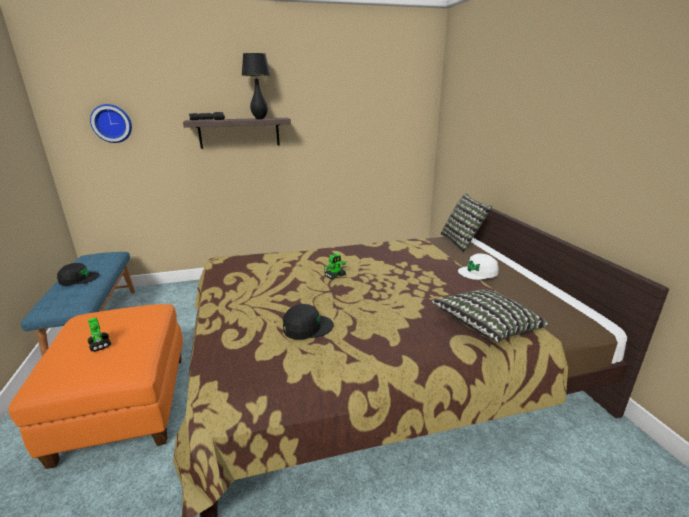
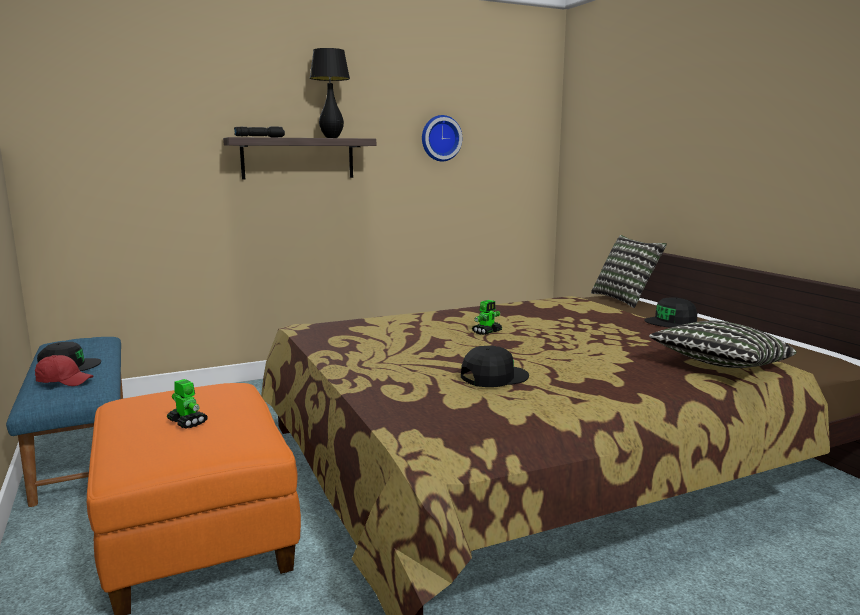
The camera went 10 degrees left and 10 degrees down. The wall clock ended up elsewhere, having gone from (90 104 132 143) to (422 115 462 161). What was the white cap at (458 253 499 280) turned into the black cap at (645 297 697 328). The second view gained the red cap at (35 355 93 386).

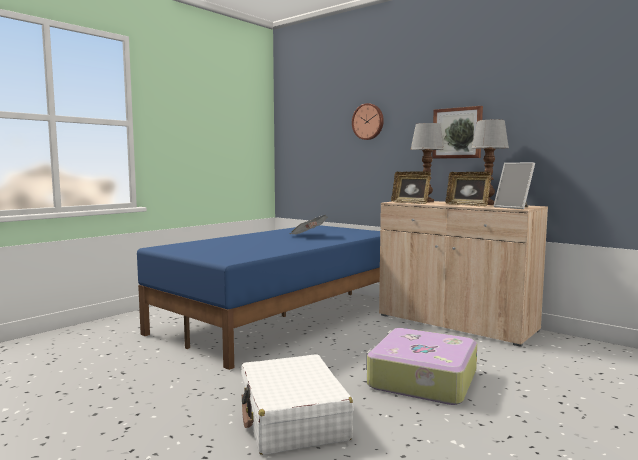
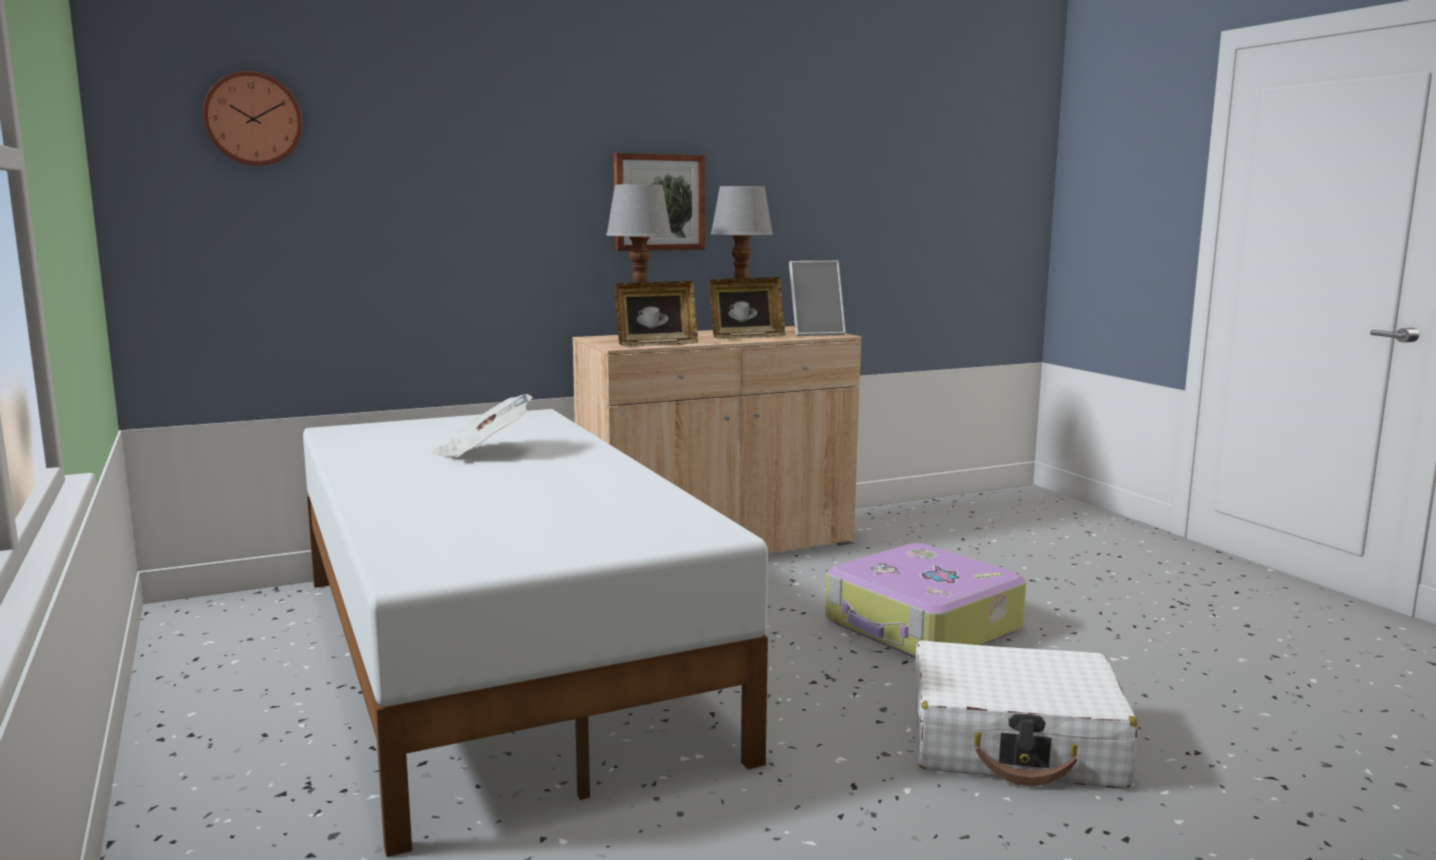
The camera went 65 degrees left and 5 degrees up. What was the blue bed at (137 225 380 370) turned into the white bed at (303 409 768 857). The wall clock ended up elsewhere, having gone from (352 103 384 140) to (203 71 302 166).

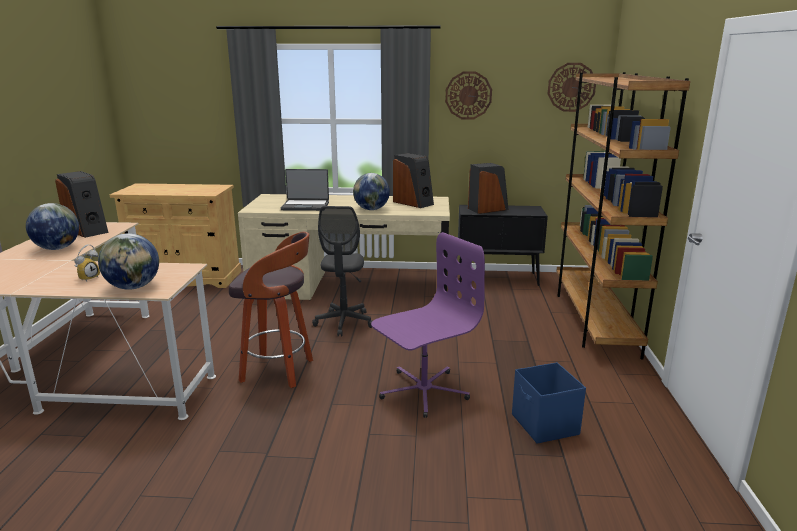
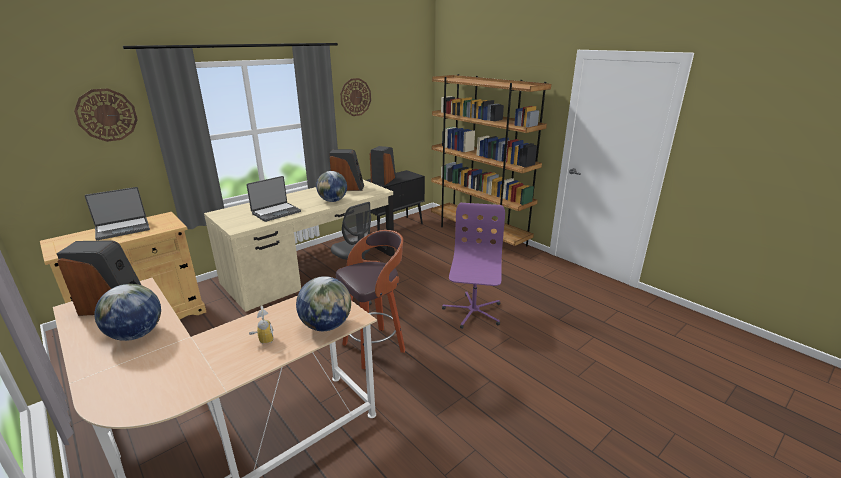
The camera went 45 degrees left and 5 degrees up. The second view lost the blue storage box at (512 362 586 444). The wall clock ended up elsewhere, having gone from (548 63 596 112) to (74 88 138 142). The second view gained the laptop at (85 187 150 240).

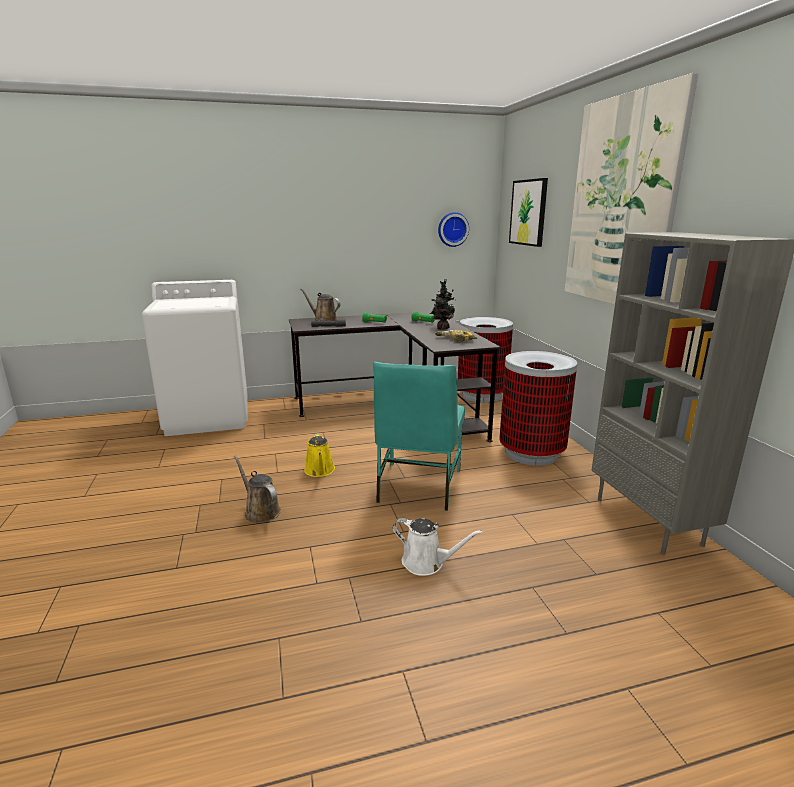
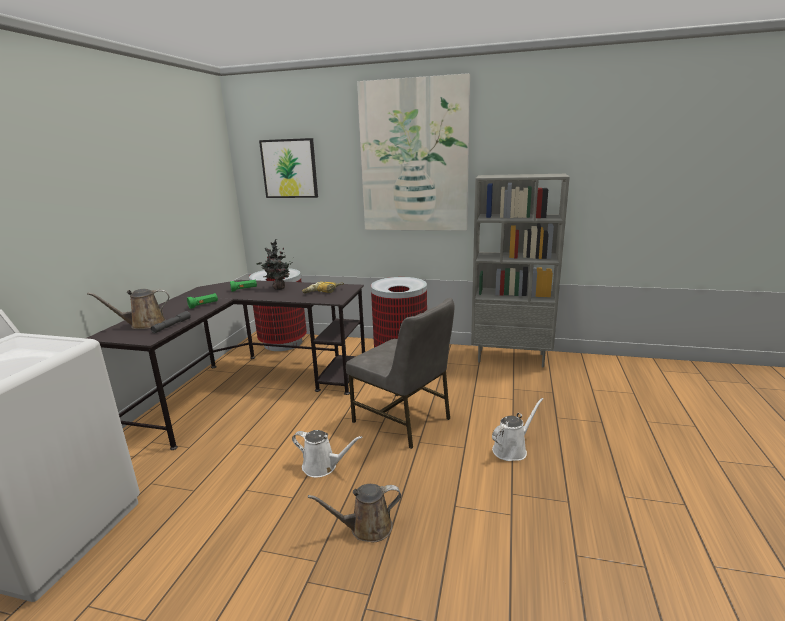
The camera went 60 degrees left and 0 degrees up. What was the yellow watering can at (304 433 335 477) turned into the white watering can at (292 430 362 478). What was the turquoise chair at (373 362 465 511) turned into the grey chair at (346 298 455 449). The second view lost the wall clock at (438 212 469 247).

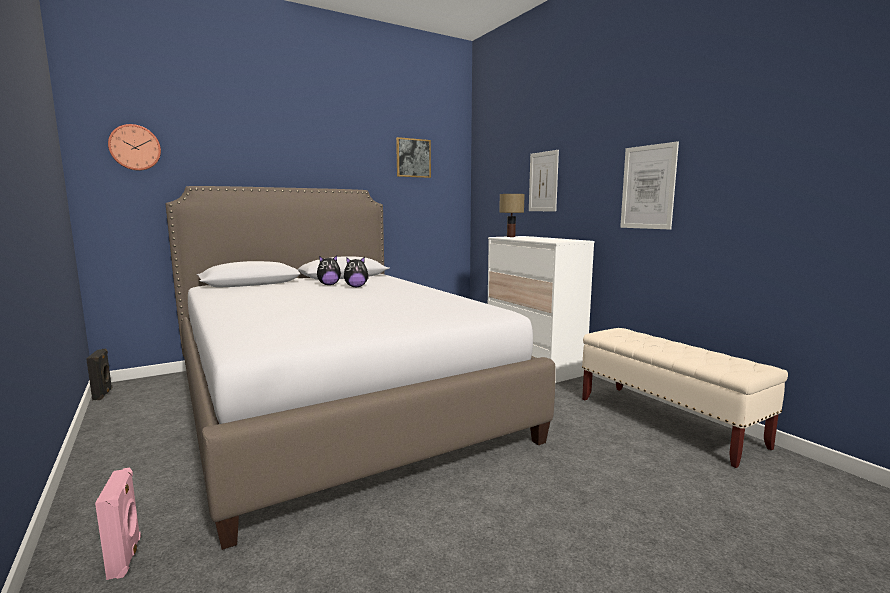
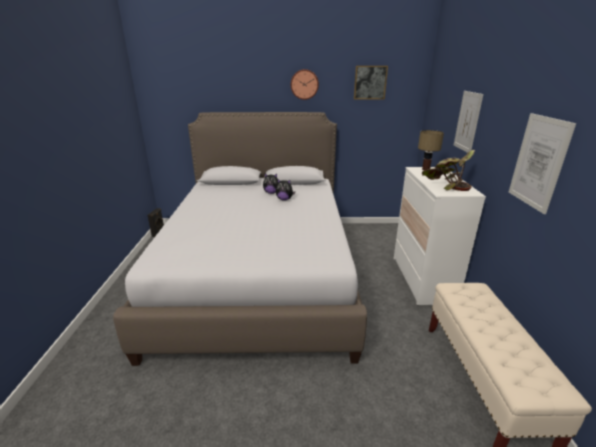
The camera went 30 degrees right and 15 degrees up. The second view lost the pink speaker at (95 468 141 580). The wall clock ended up elsewhere, having gone from (108 124 161 171) to (291 69 319 100). The second view gained the potted plant at (422 150 475 191).

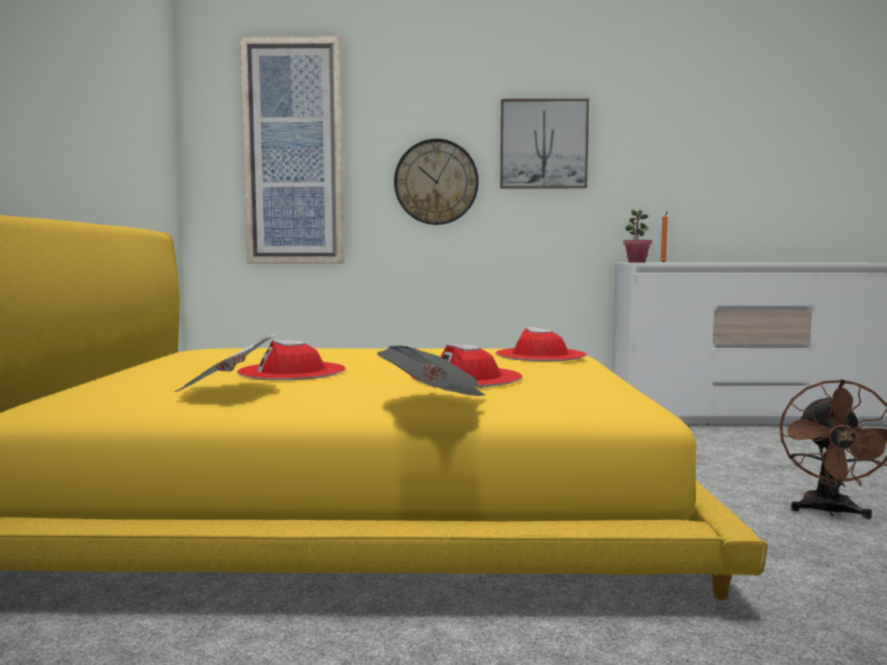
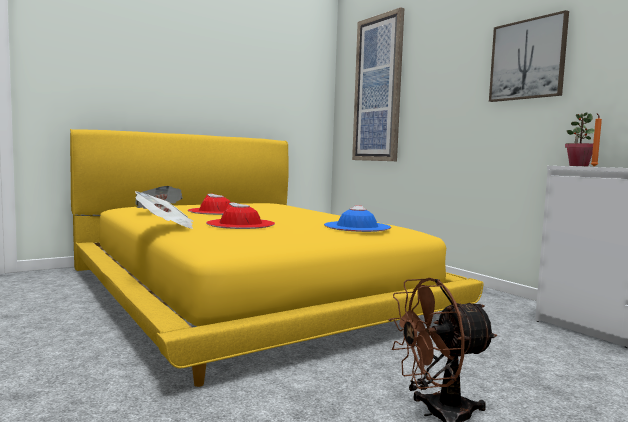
The camera went 55 degrees right and 0 degrees up. The second view lost the wall clock at (394 139 479 225). What was the red hat at (496 326 586 361) turned into the blue hat at (324 205 391 232).

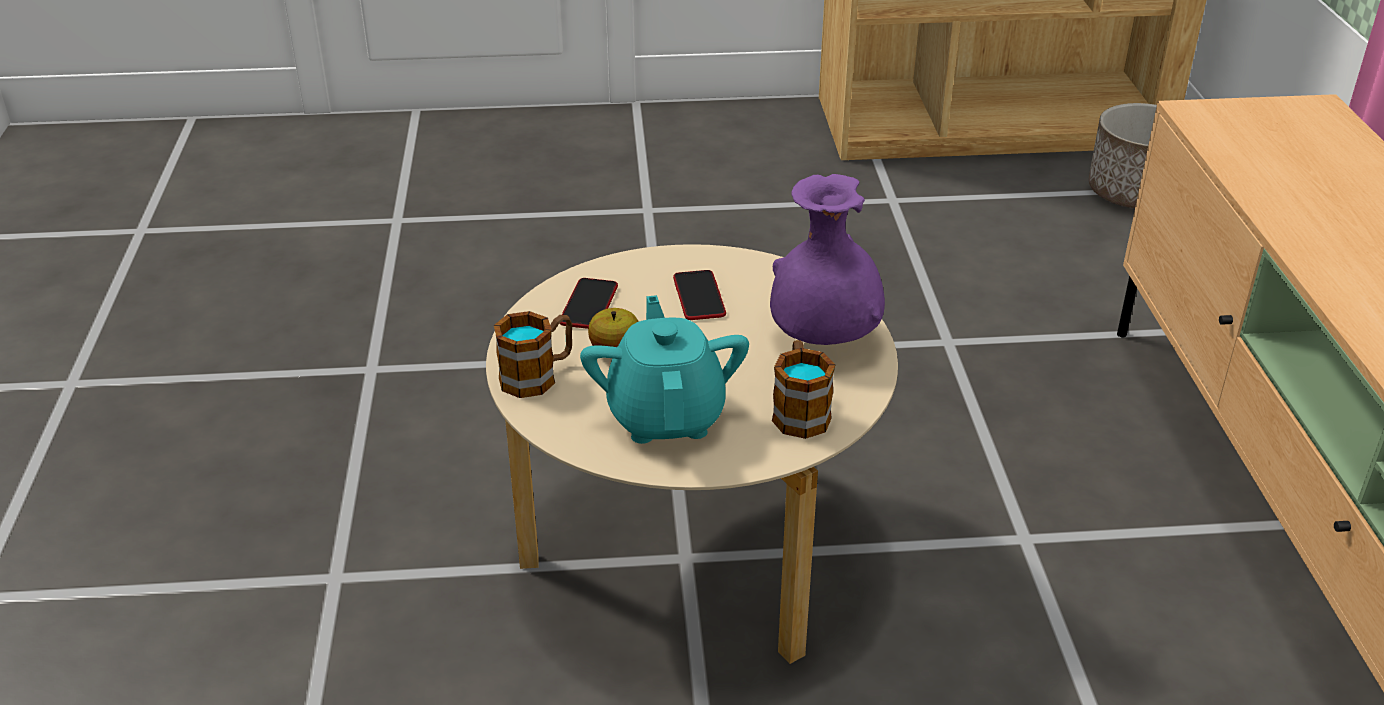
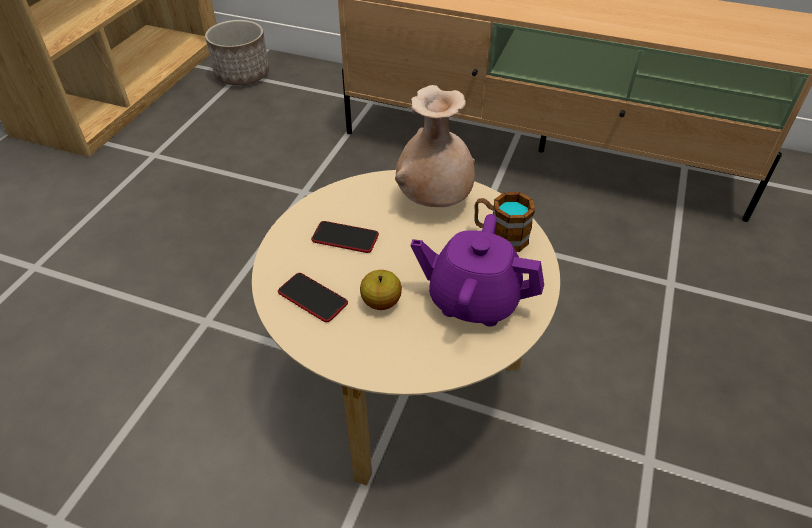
The camera went 65 degrees left and 10 degrees up. The second view lost the mug at (494 311 572 398). What was the turquoise teapot at (580 295 749 444) turned into the purple teapot at (411 214 544 327). What was the purple vase at (770 174 885 345) turned into the beige vase at (395 85 475 207).

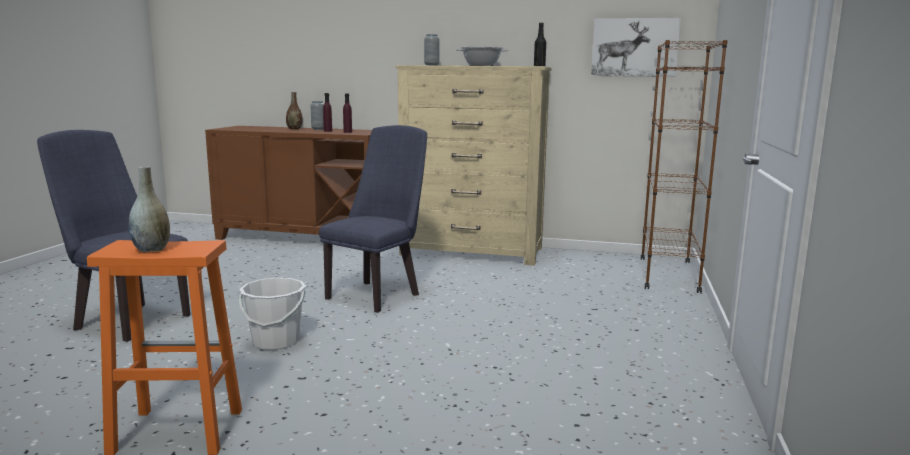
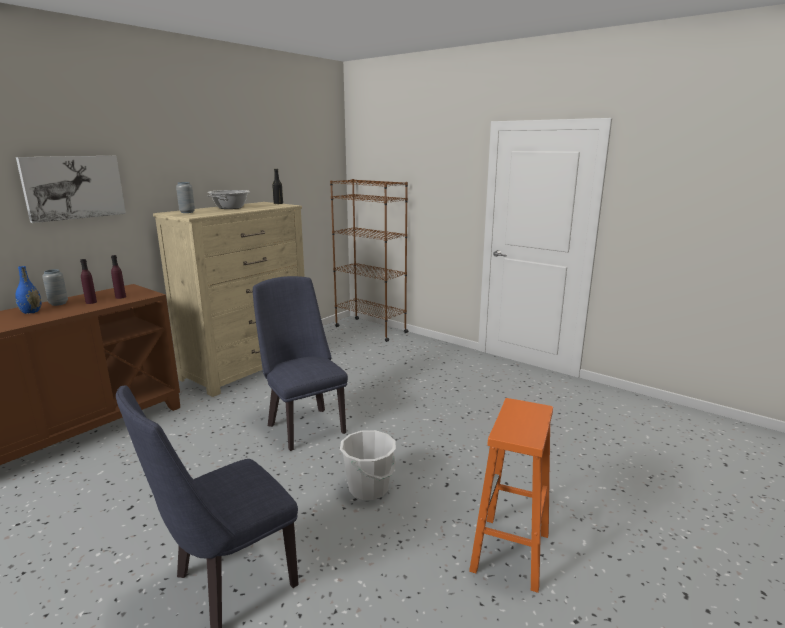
The camera went 65 degrees left and 5 degrees up. The second view lost the grey vase at (129 166 170 252). What was the brown vase at (286 92 303 130) turned into the blue vase at (15 266 42 314). The picture ended up elsewhere, having gone from (591 18 681 77) to (16 156 126 223).

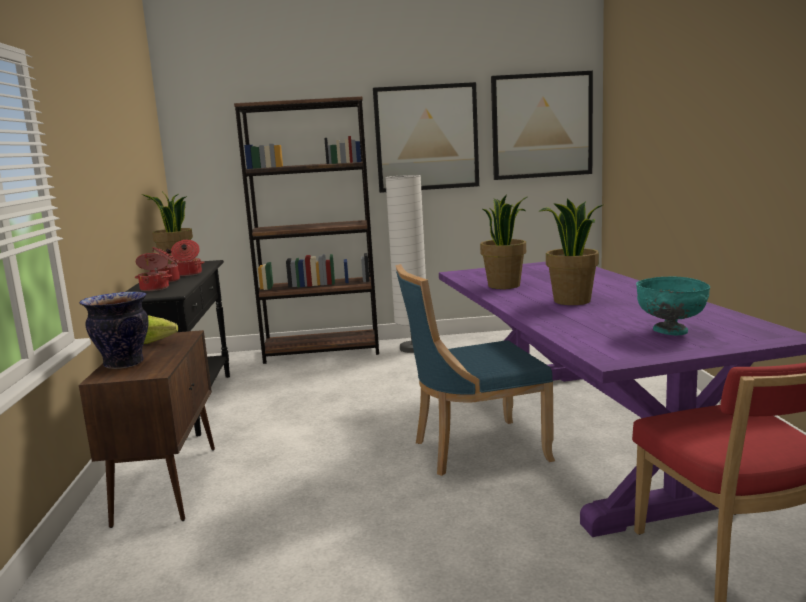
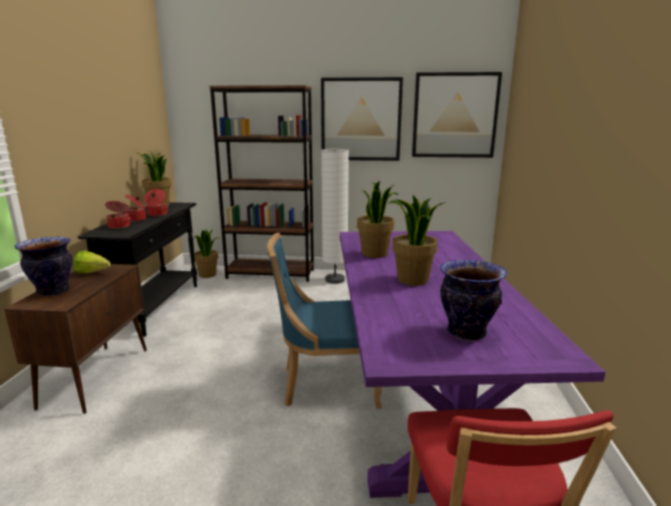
The camera went 10 degrees right and 5 degrees up. Where the turquoise bowl stood at (636 277 710 335), the vase came to stand at (440 260 507 341). The second view gained the potted plant at (194 230 220 278).

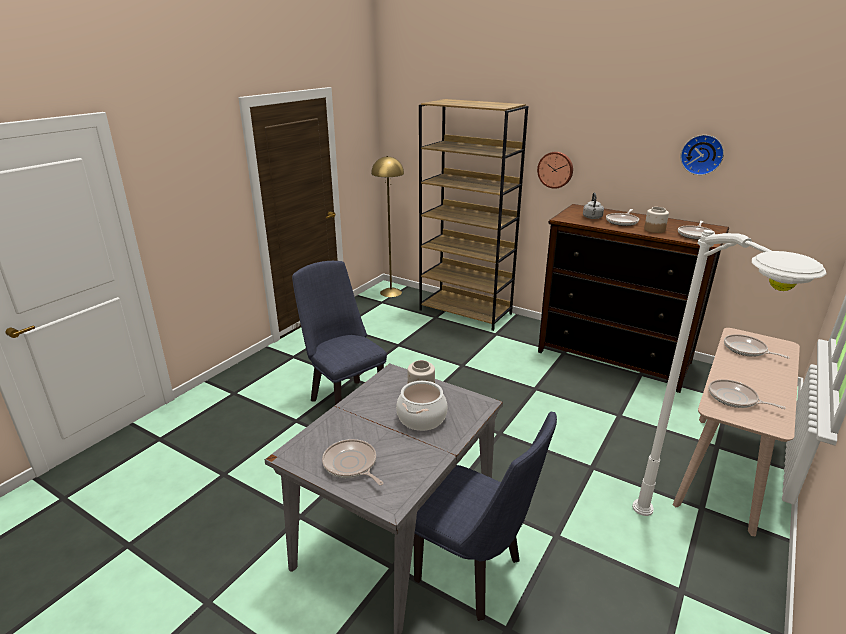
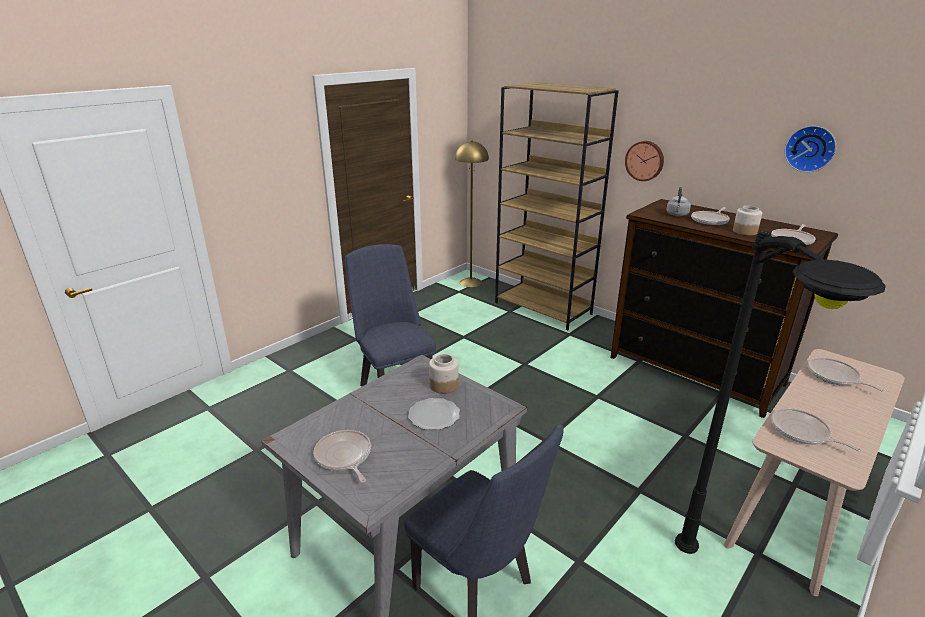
The camera went 10 degrees right and 0 degrees up. Where the cooking pot stood at (396 381 447 431), the plate came to stand at (408 398 460 430). What was the white floor lamp at (632 230 826 516) turned into the black floor lamp at (675 231 886 554).

